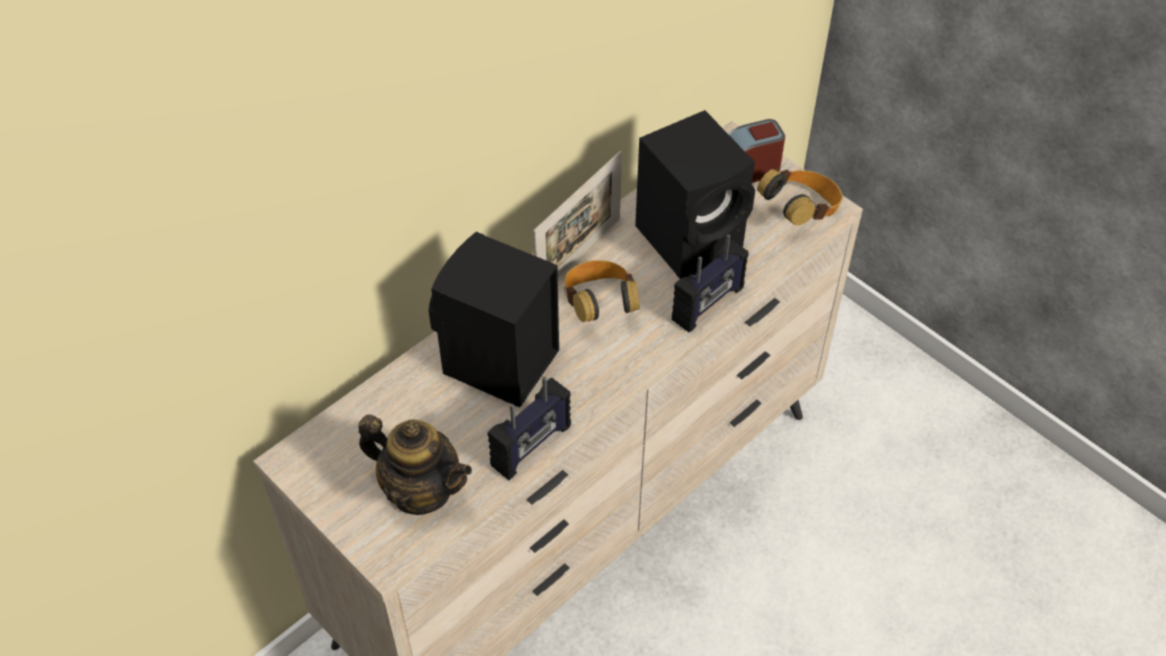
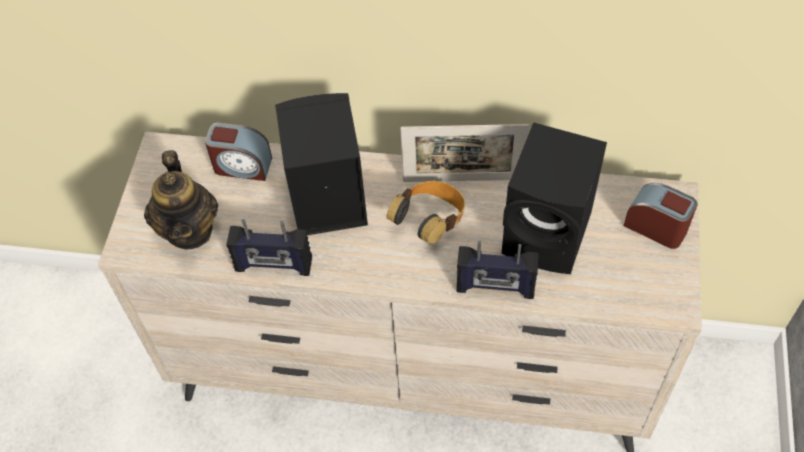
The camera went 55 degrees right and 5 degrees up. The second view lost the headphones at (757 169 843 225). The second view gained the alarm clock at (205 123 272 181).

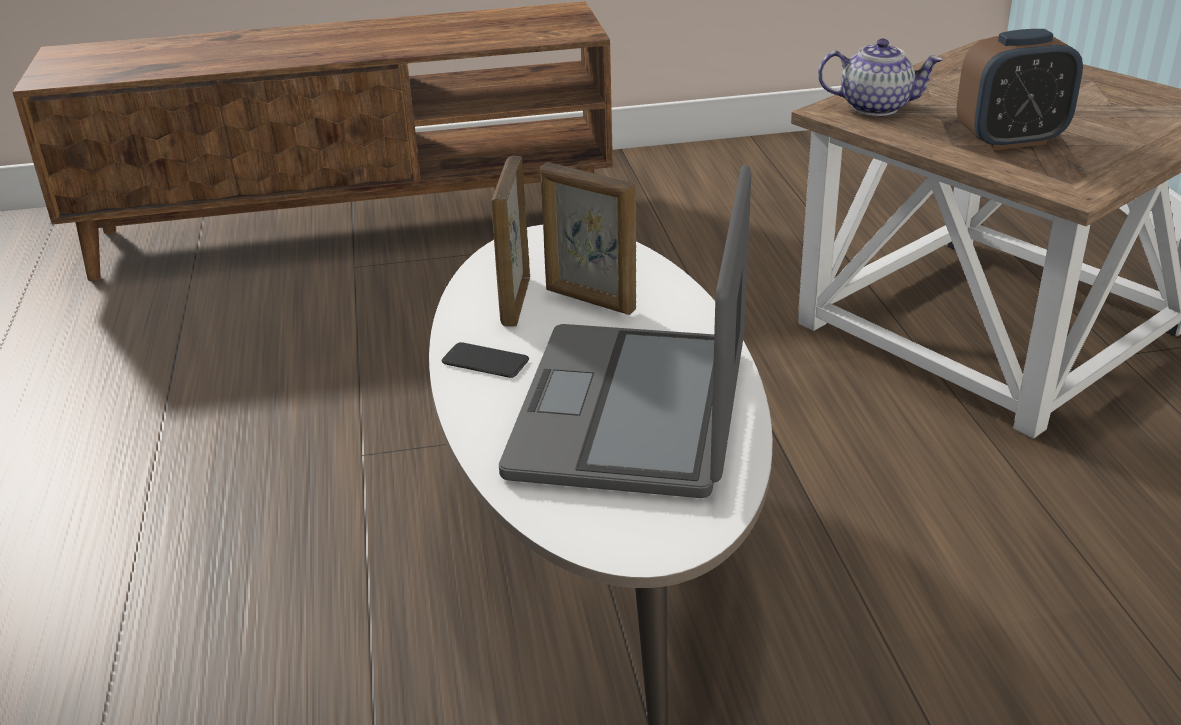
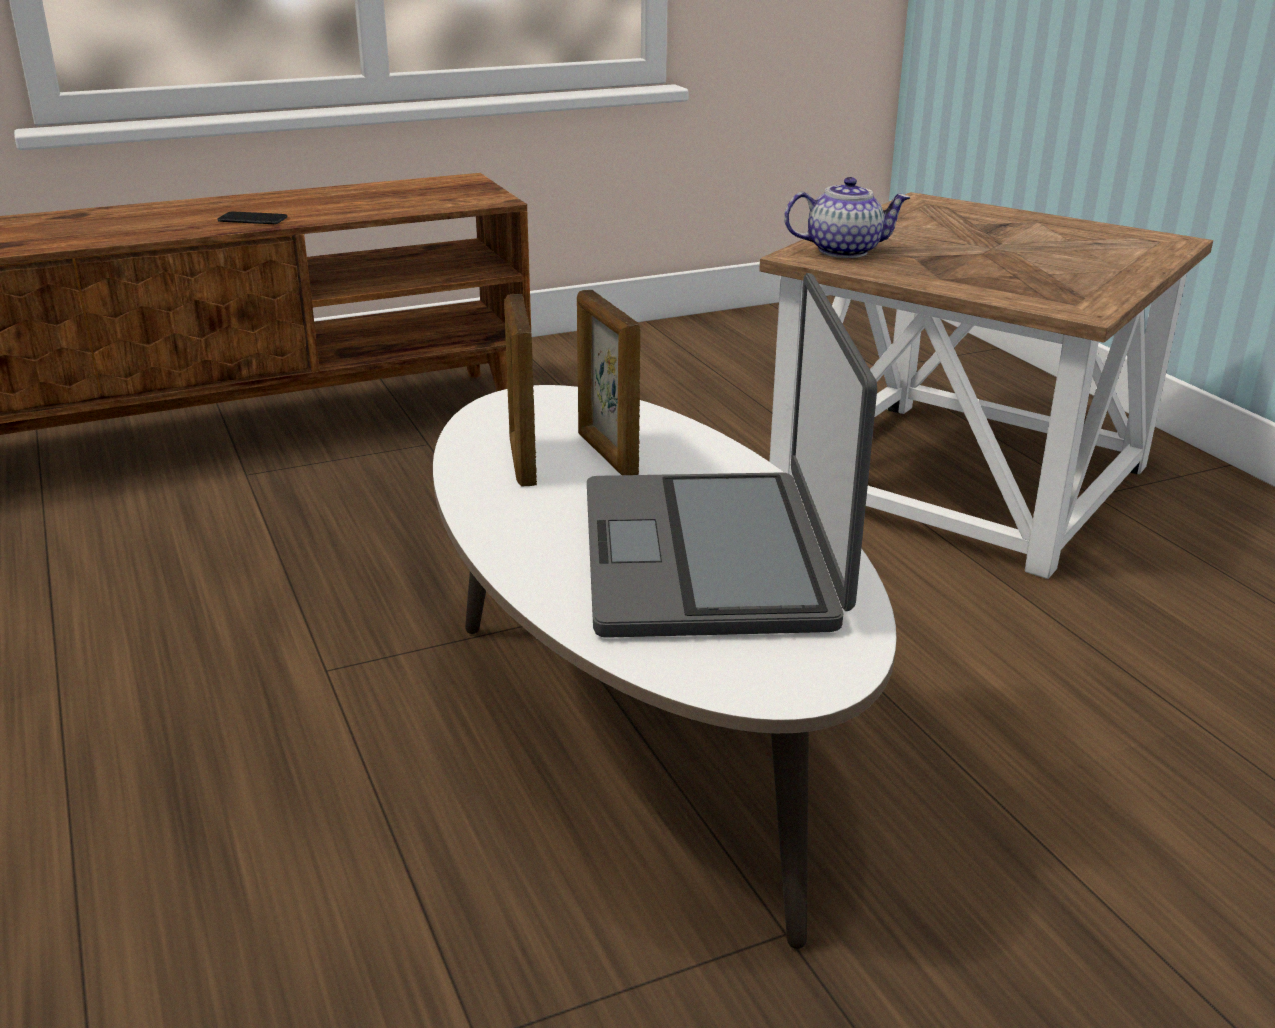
The camera went 15 degrees left and 5 degrees down. The phone ended up elsewhere, having gone from (442 342 529 378) to (217 211 288 224). The picture frame at (540 162 636 315) ended up facing another way, 45 degrees clockwise from before. The second view lost the alarm clock at (956 29 1083 150).

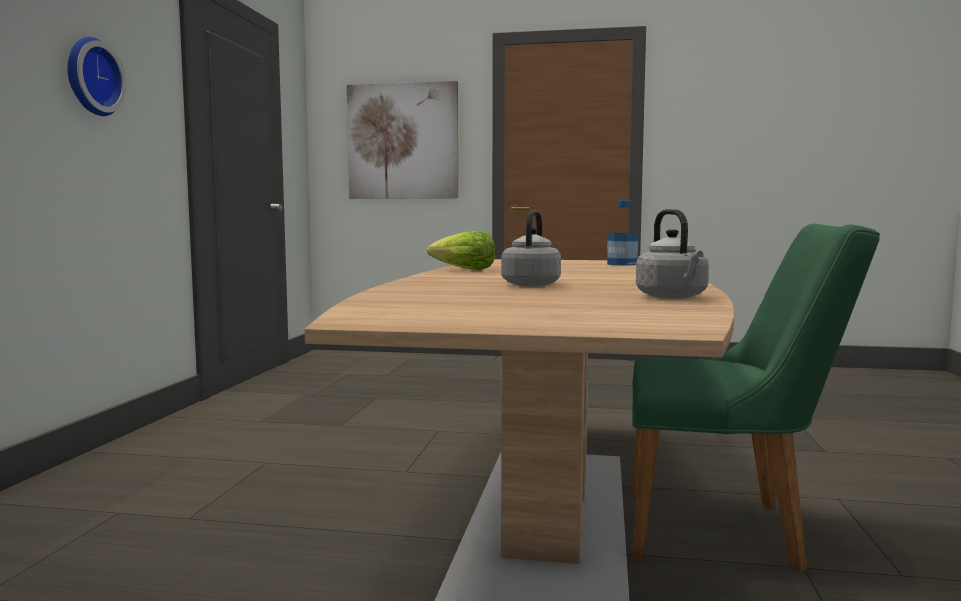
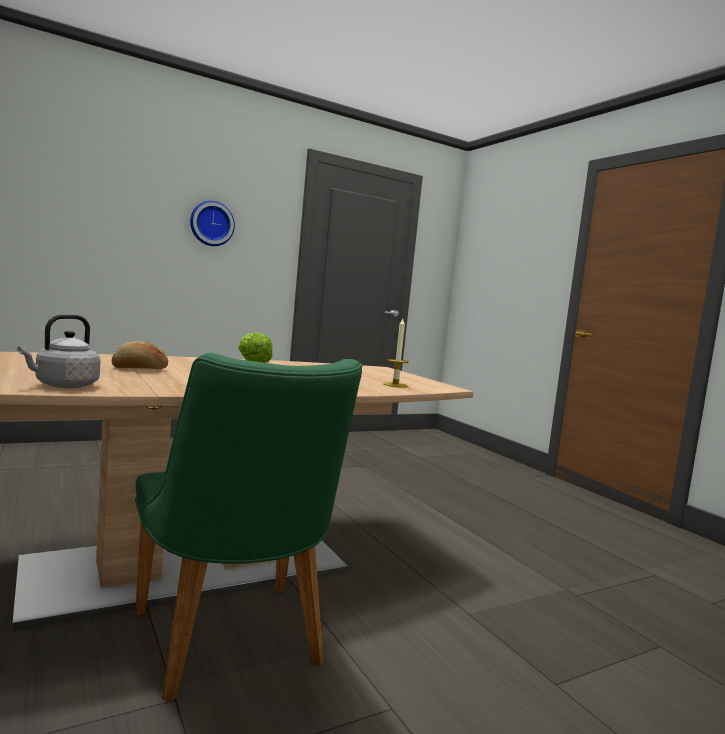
The camera went 50 degrees right and 0 degrees up. The second view lost the picture at (347 81 458 199). Where the grey kettle stood at (501 210 561 287), the bread came to stand at (112 341 168 369). Where the bottle stood at (607 200 639 265), the candle came to stand at (383 319 409 388).

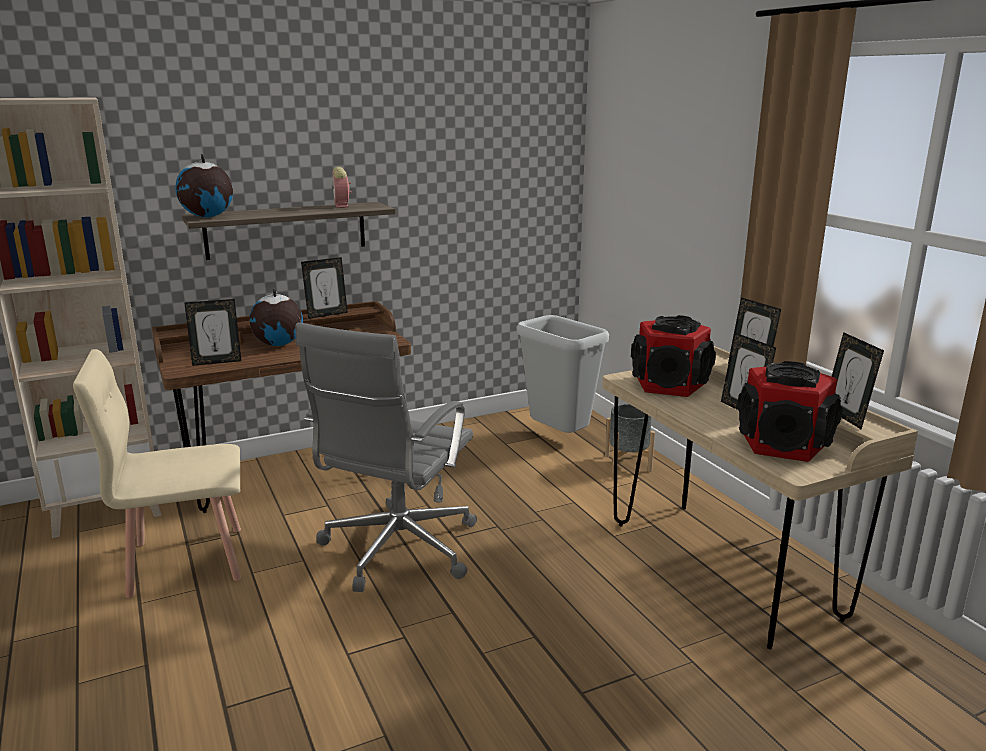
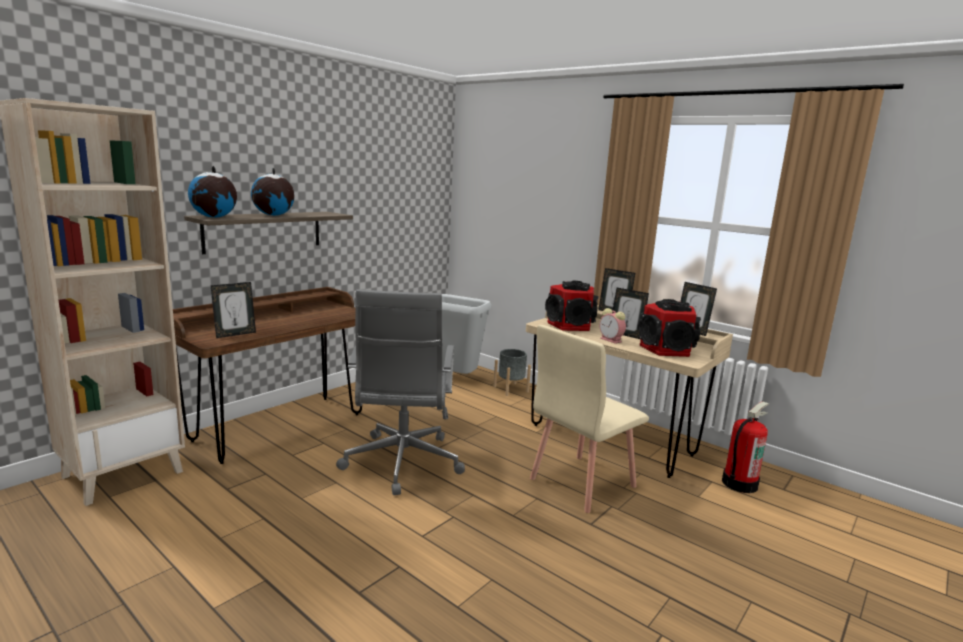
The camera went 25 degrees left and 5 degrees down. The beige chair ended up elsewhere, having gone from (73 349 241 598) to (530 325 649 513). The globe ended up elsewhere, having gone from (249 288 303 346) to (251 168 295 216). The second view lost the picture frame at (301 257 348 319). The alarm clock ended up elsewhere, having gone from (332 167 352 208) to (599 308 626 344). The second view gained the fire extinguisher at (722 402 769 493).

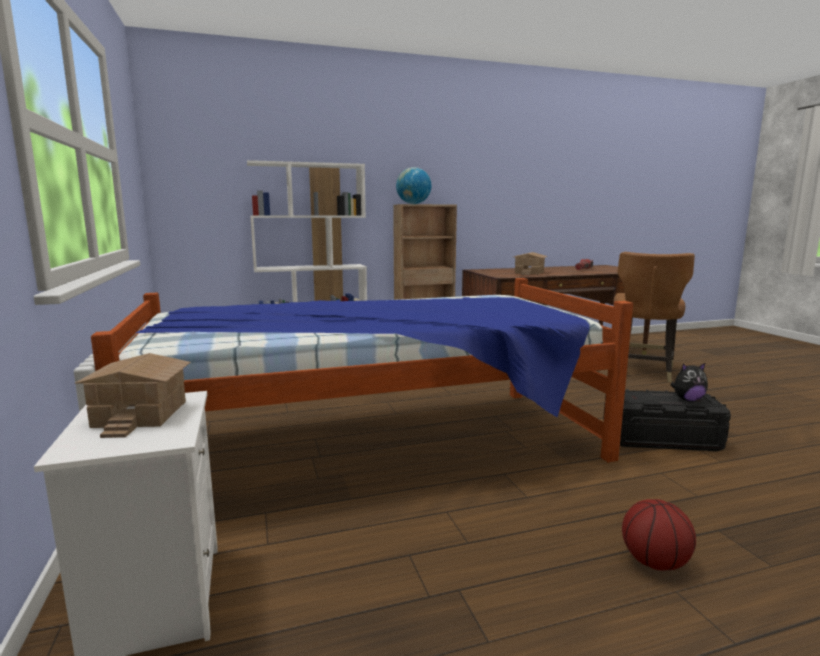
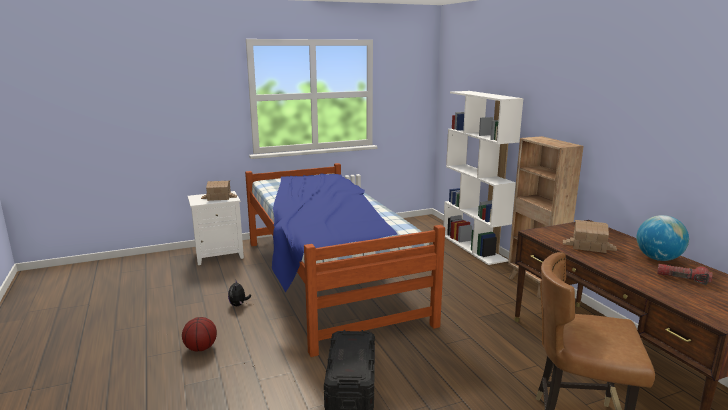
The camera went 85 degrees right and 5 degrees up. The globe ended up elsewhere, having gone from (396 167 431 204) to (637 215 689 261). The plush toy ended up elsewhere, having gone from (670 363 708 401) to (228 281 251 306).

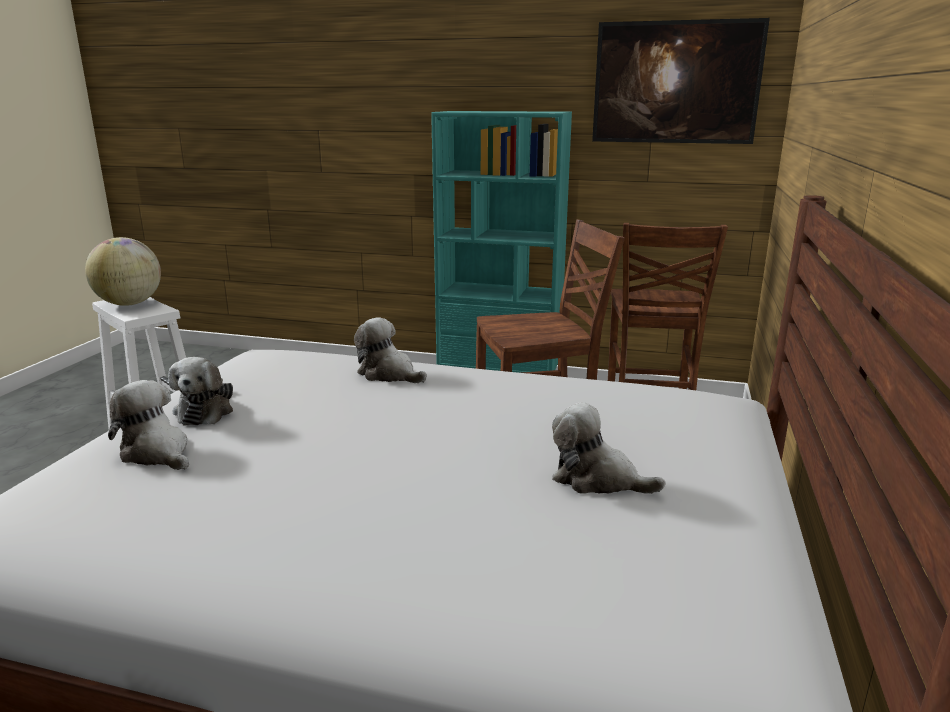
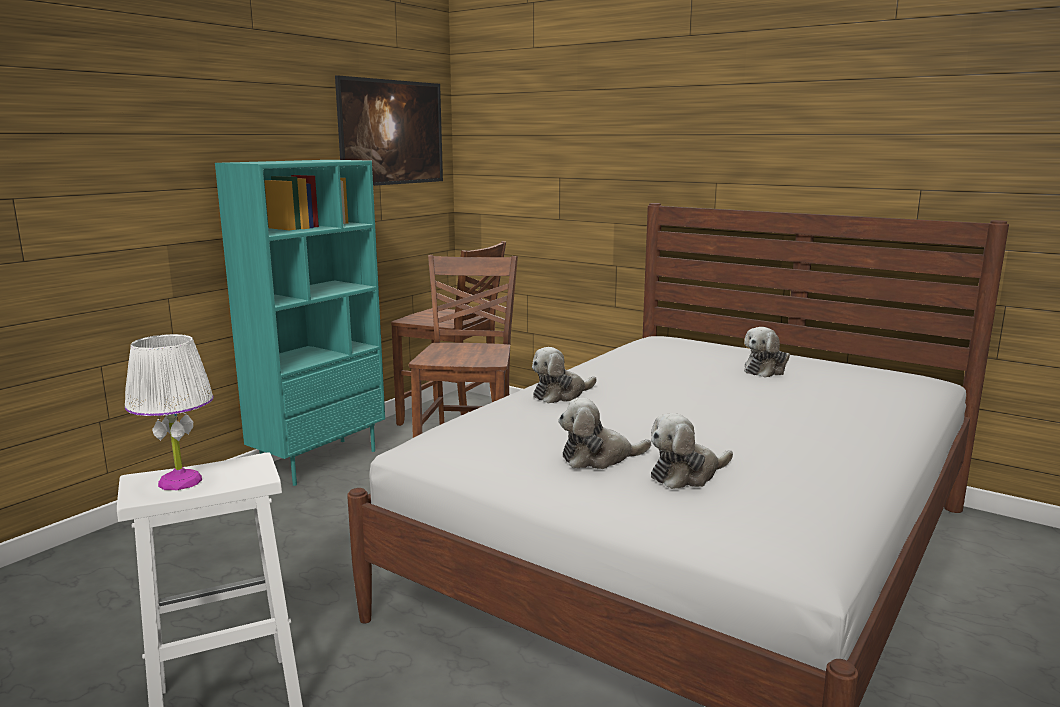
The camera went 70 degrees left and 5 degrees down. Where the globe stood at (85 237 161 306), the white table lamp came to stand at (125 334 214 490). The plush toy at (168 357 233 425) ended up facing another way, 150 degrees clockwise from before.

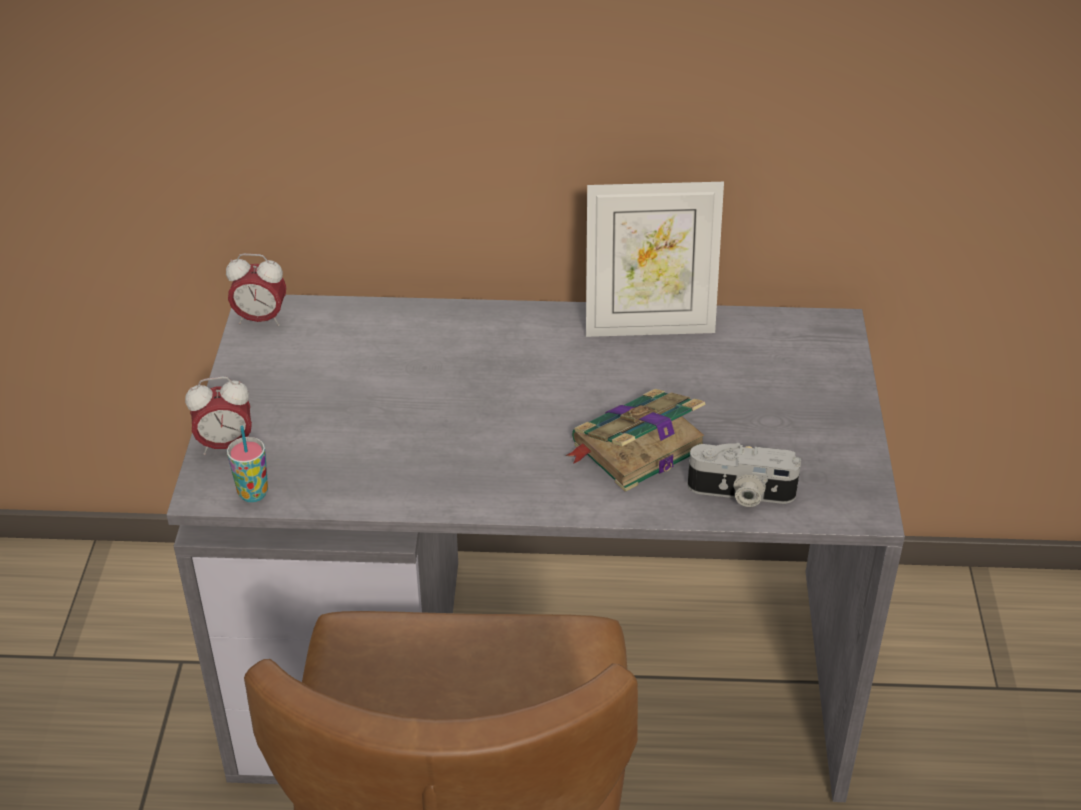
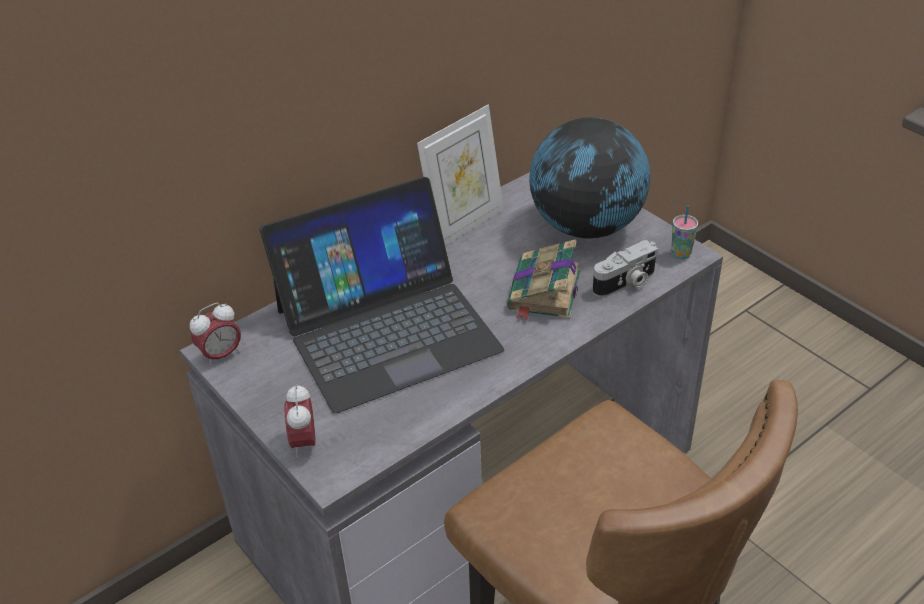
The camera went 40 degrees left and 0 degrees up. The alarm clock at (185 376 252 455) ended up facing another way, 135 degrees clockwise from before. The cup ended up elsewhere, having gone from (227 426 268 502) to (671 205 698 259). The second view gained the laptop at (260 177 504 414). The second view gained the globe at (529 117 650 238).

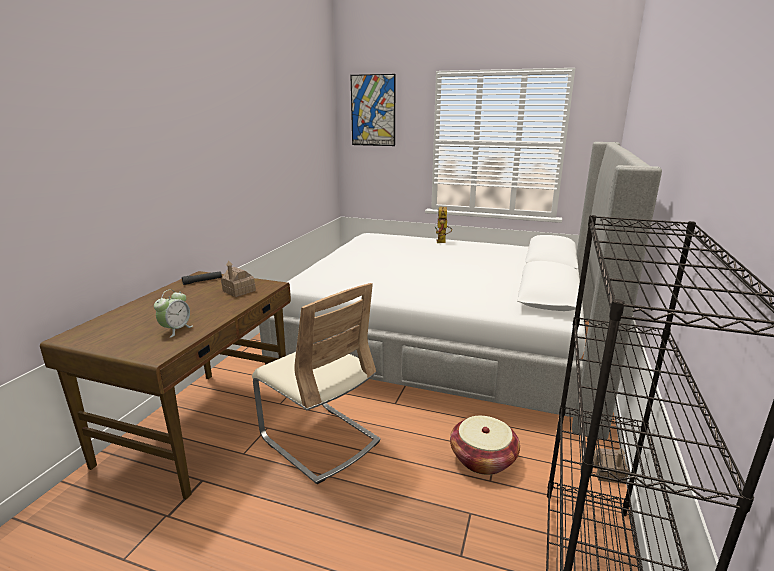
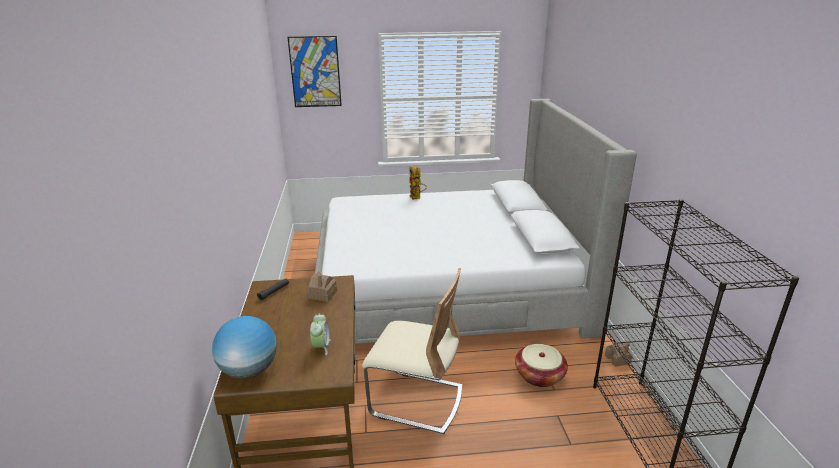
The camera went 25 degrees left and 5 degrees up. The second view gained the globe at (212 316 277 379).

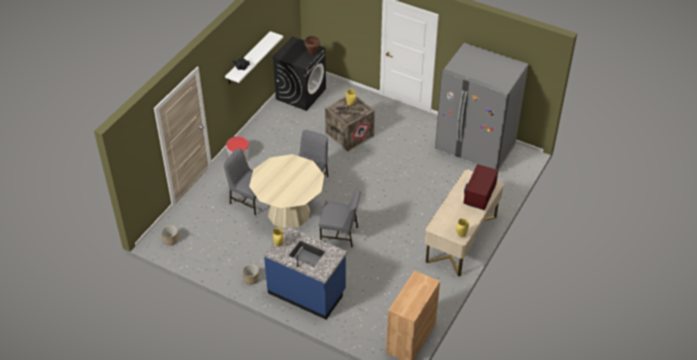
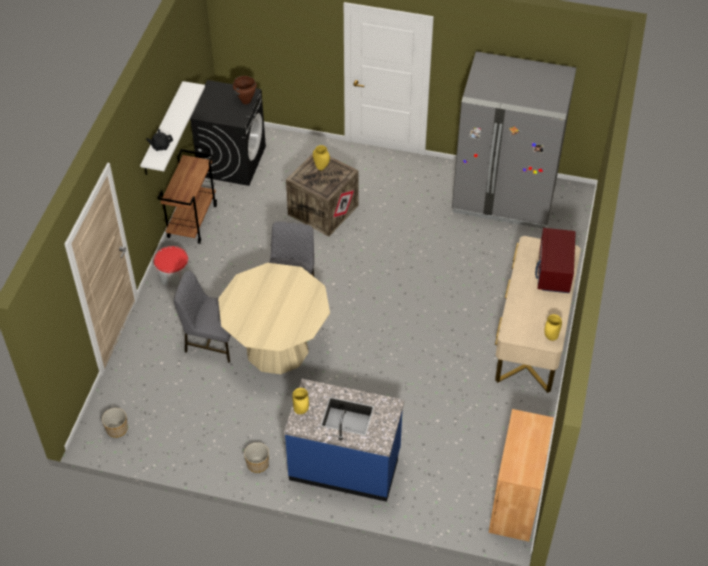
The camera went 15 degrees left and 5 degrees up. The second view lost the grey chair at (319 189 361 247). The second view gained the brown cart at (157 149 217 244).

